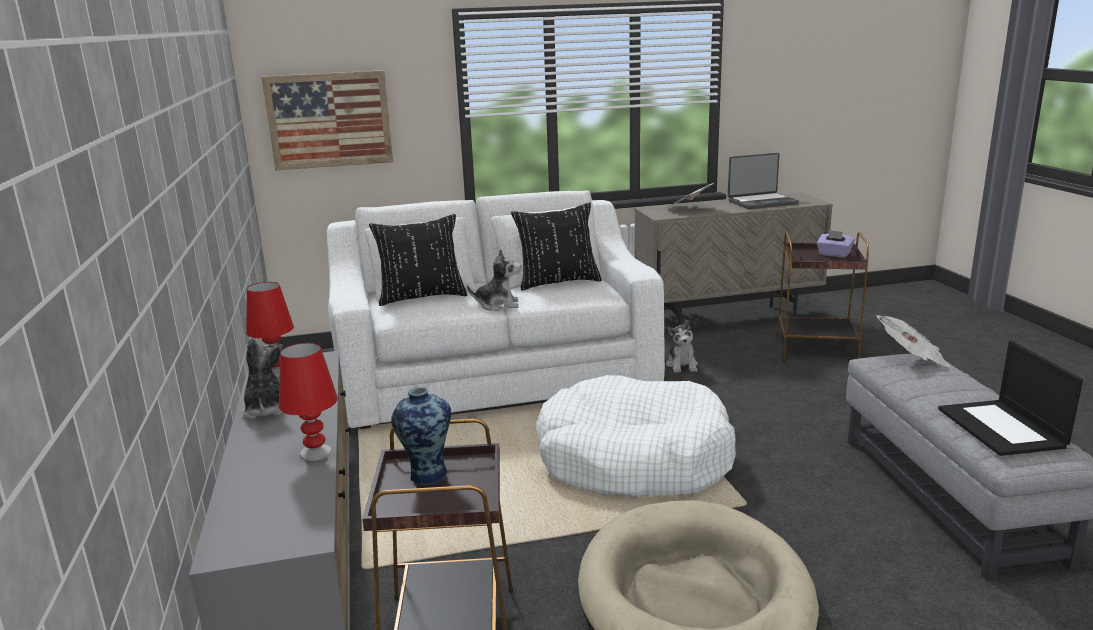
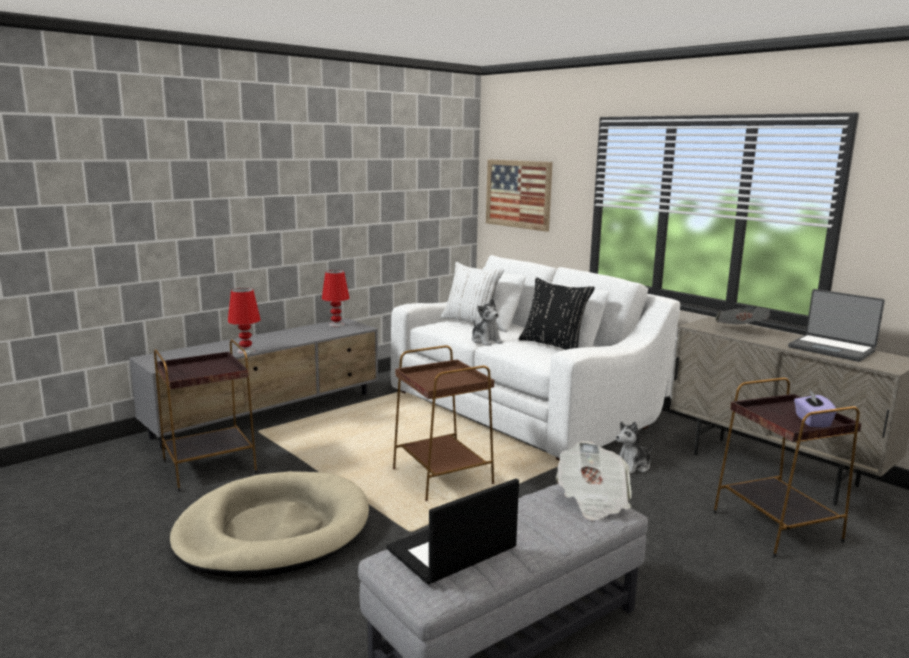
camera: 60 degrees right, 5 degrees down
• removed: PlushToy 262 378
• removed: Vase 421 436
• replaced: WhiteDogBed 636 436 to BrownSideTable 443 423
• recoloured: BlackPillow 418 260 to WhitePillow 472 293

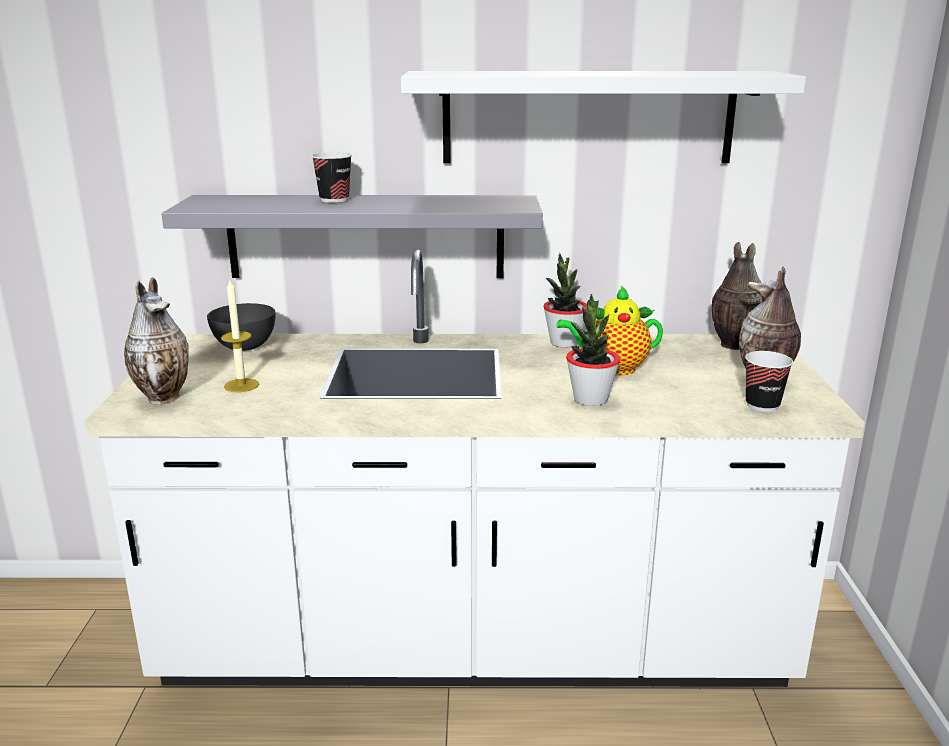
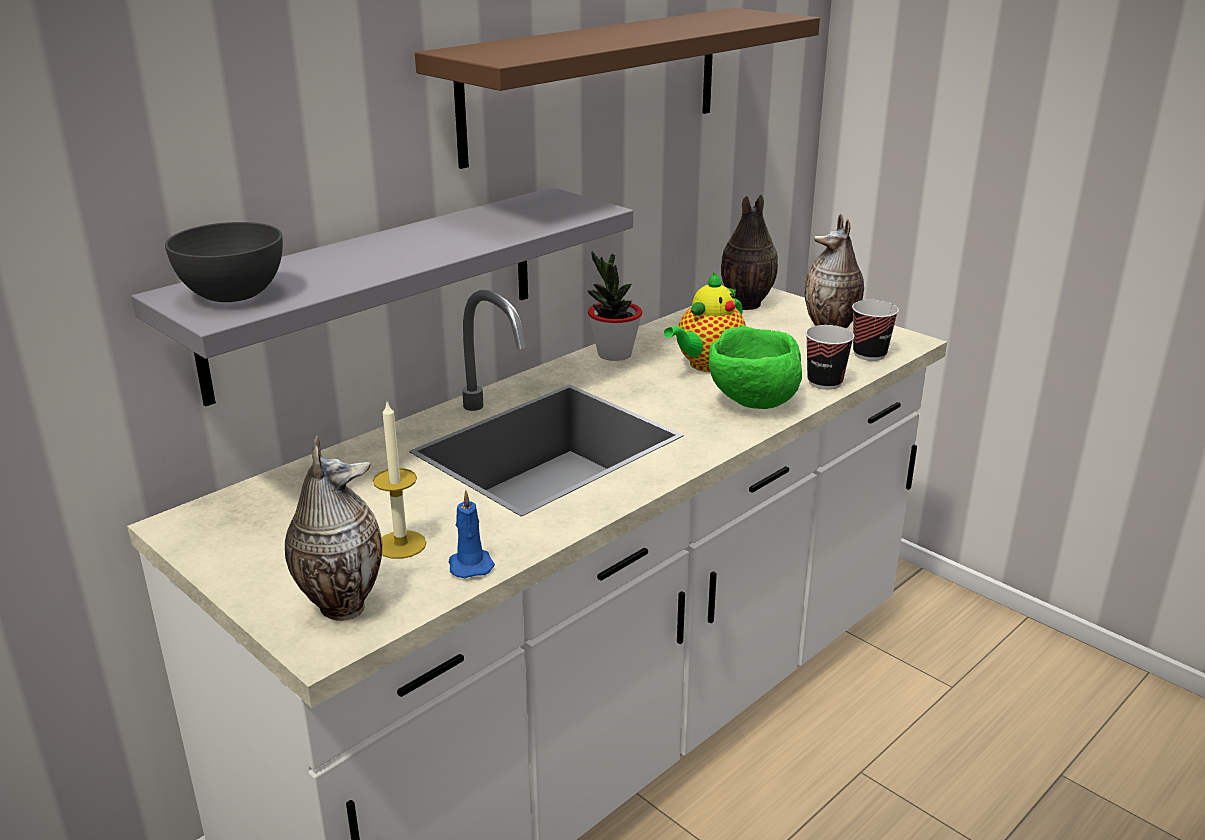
camera: 45 degrees left, 5 degrees up
• added: BlueCandle 472 534
• moved: GreyBowl 241 327 to 224 262
• moved: Cup 332 177 to 829 357
• replaced: PottedPlant 593 350 to GreenBowl 755 367
• recoloured: WhiteShelf 603 117 to BrownShelf 617 88

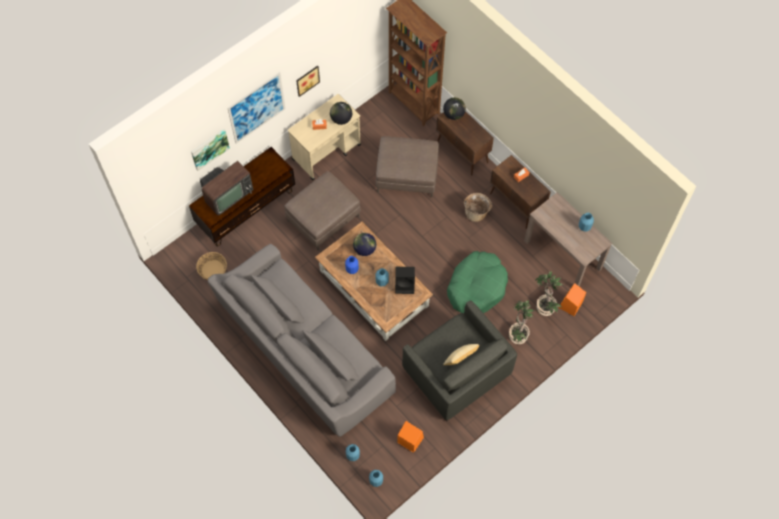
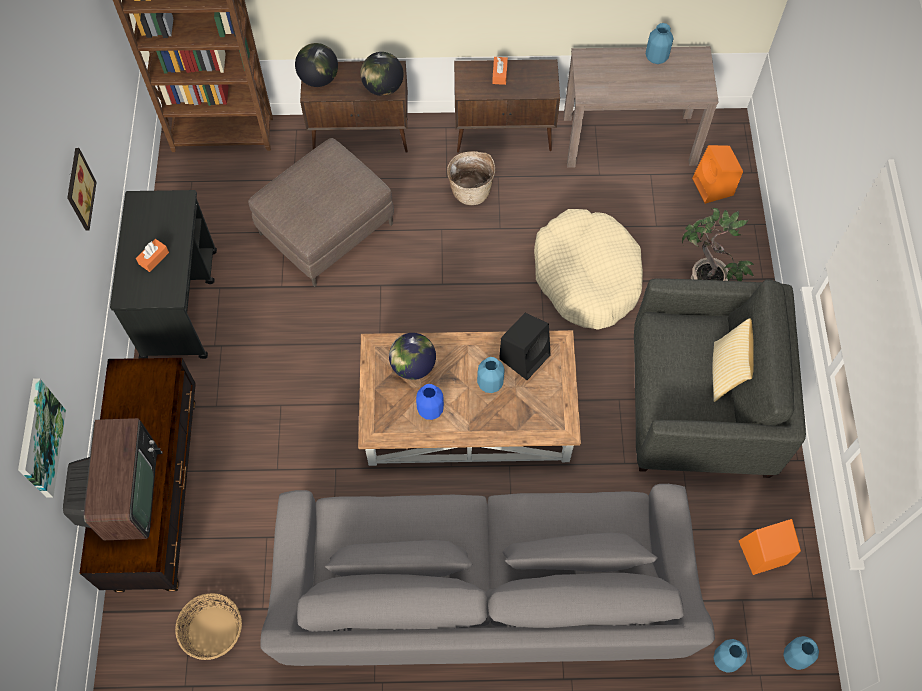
camera: 50 degrees left, 0 degrees up
• removed: Picture 257 108
• removed: BrownOttoman 322 211
• removed: PottedPlant 548 293
• moved: Globe 341 113 to 382 74
• recoloured: BeigeCart 324 137 to BlackCart 163 274
• recoloured: GreenDogBed 477 282 to BeigeDogBed 588 269

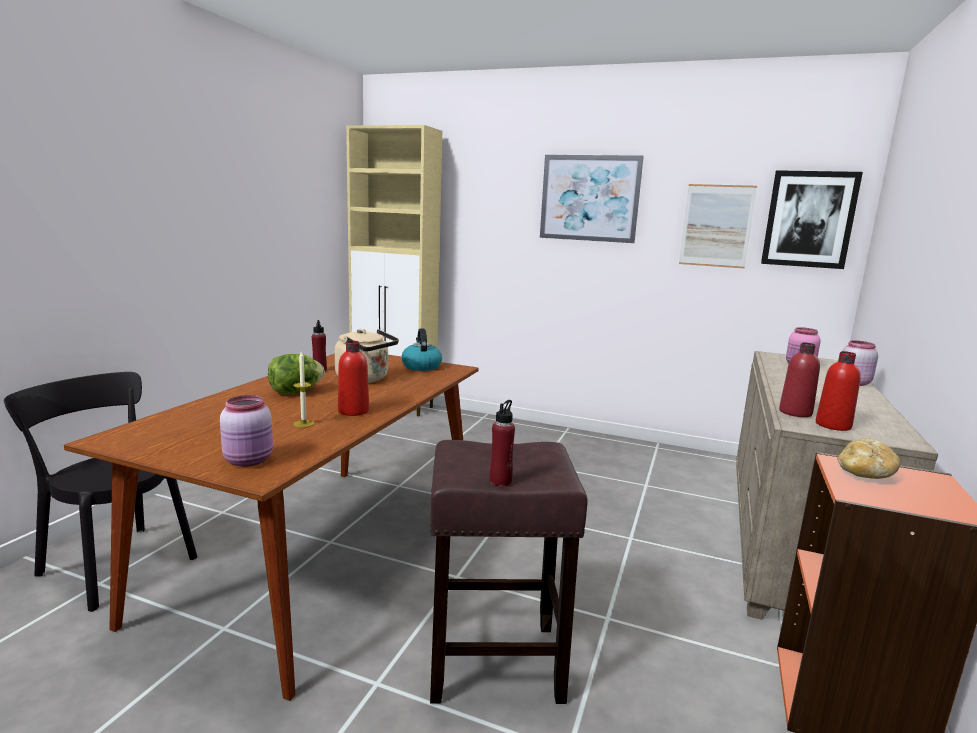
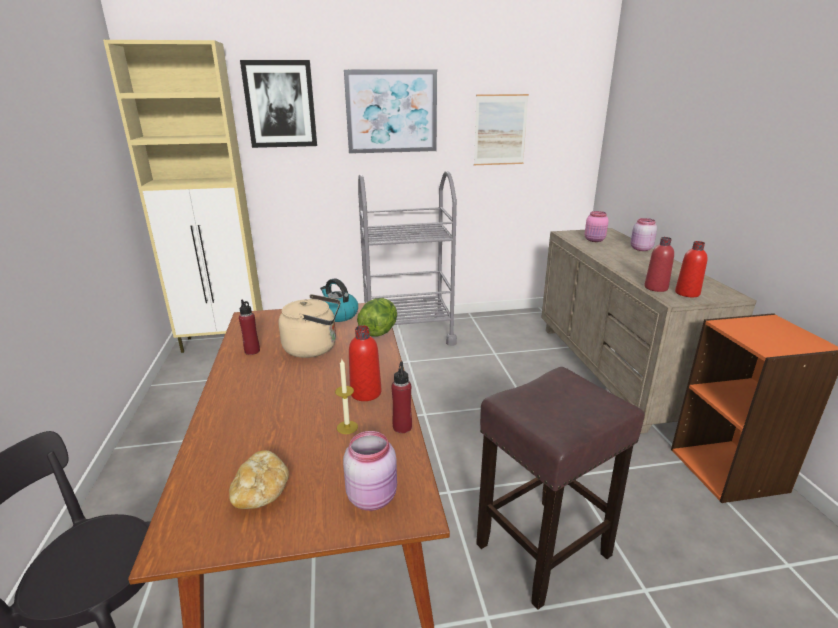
camera: 30 degrees left, 10 degrees up
• added: GreyCart 407 258
• moved: Lettuce 296 374 to 377 317
• moved: RedBottle 502 443 to 401 397
• moved: Picture 812 219 to 278 104
• moved: Bread 868 458 to 259 479

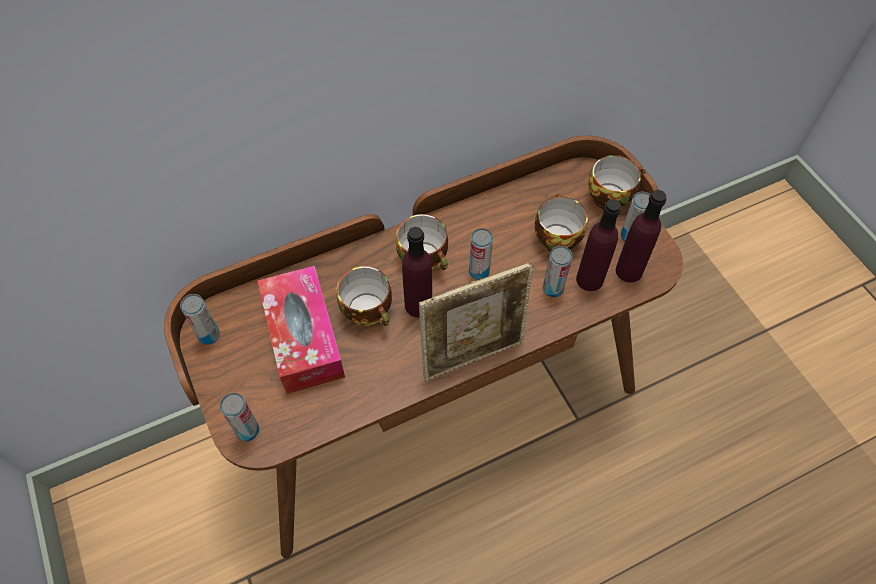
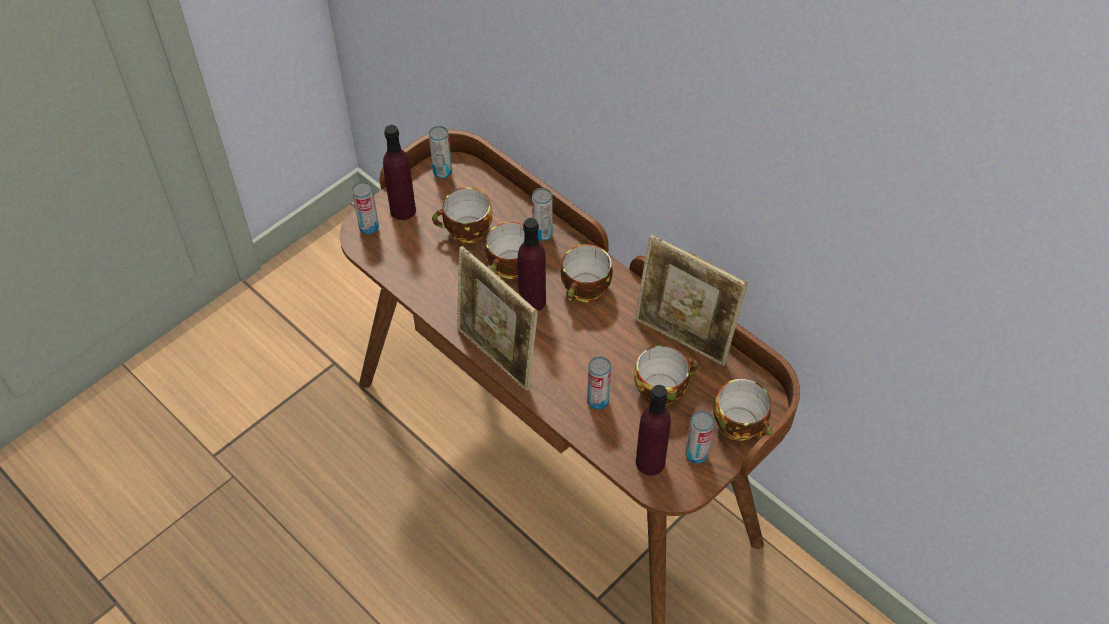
camera: 70 degrees right, 5 degrees down
• added: PictureFrame 691 300
• moved: Can 481 254 to 542 214
• moved: PurpleBottle 598 245 to 399 172
• replaced: TissueBox 301 330 to Cup 462 215

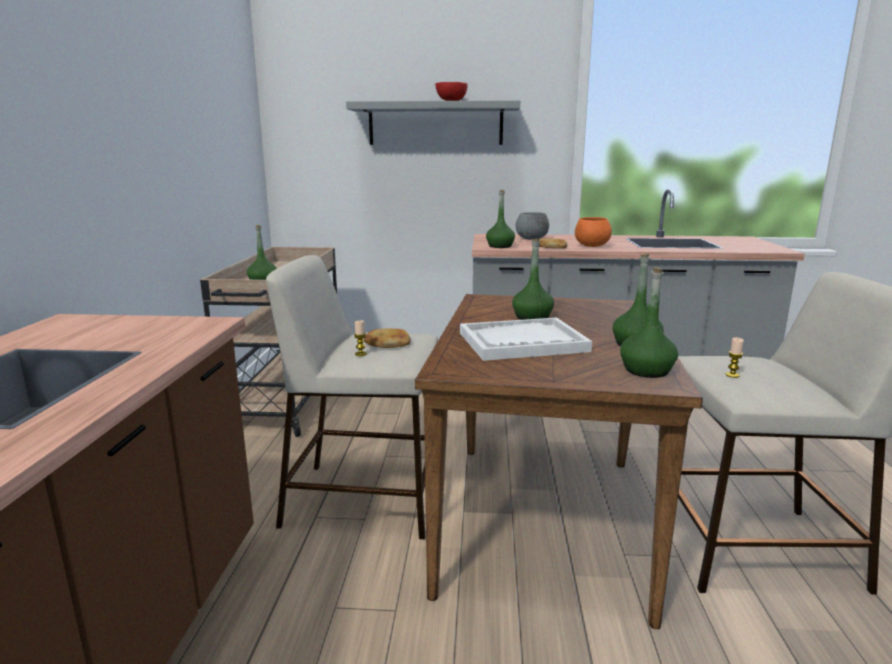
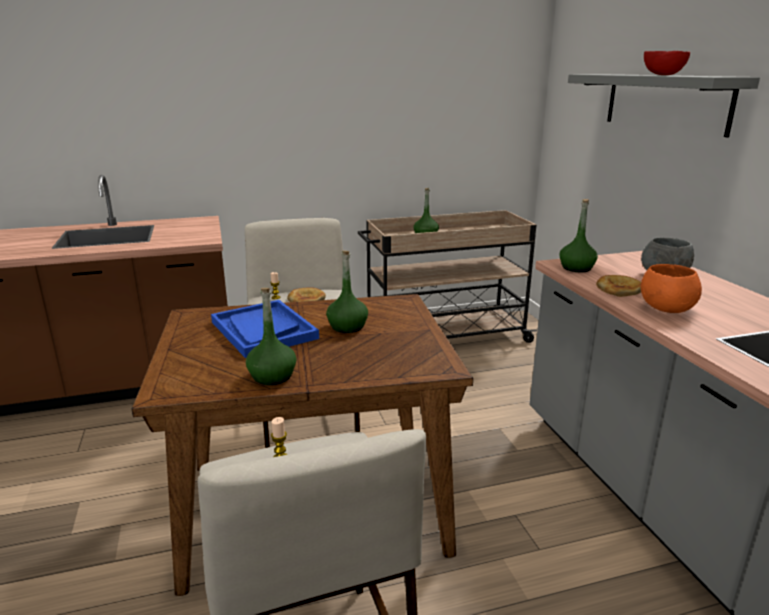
camera: 70 degrees right, 5 degrees up
• removed: GreenBottle 649 322
• recoloured: WhiteTray 526 339 to BlueTray 265 329

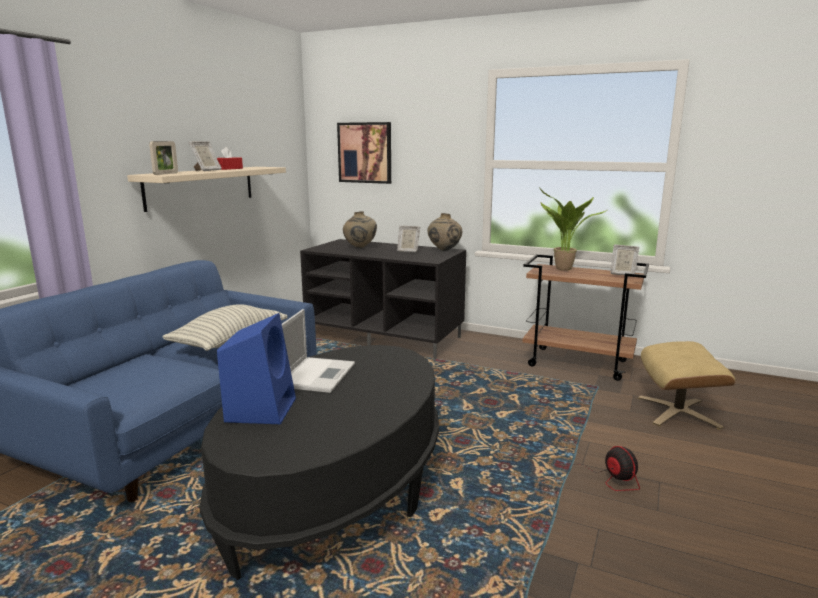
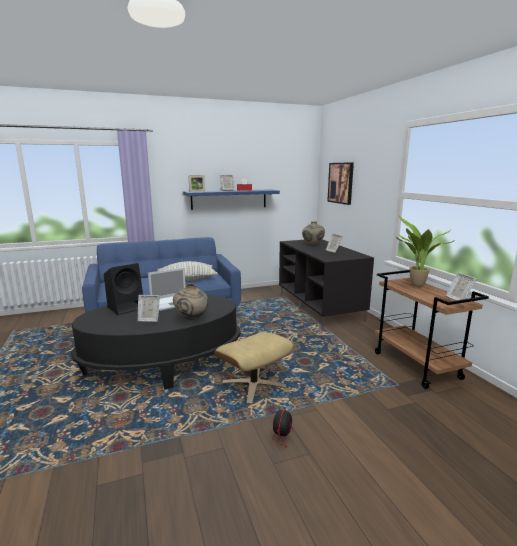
camera: 45 degrees right, 0 degrees up
• added: PictureFrame 149 308
• moved: BeigeVase 444 232 to 190 301
• moved: BeigeOttoman 686 385 to 253 367
• recoloured: BeigeShelf 206 189 to BlueShelf 231 200
• recoloured: BlueSpeaker 256 368 to BlackSpeaker 123 289

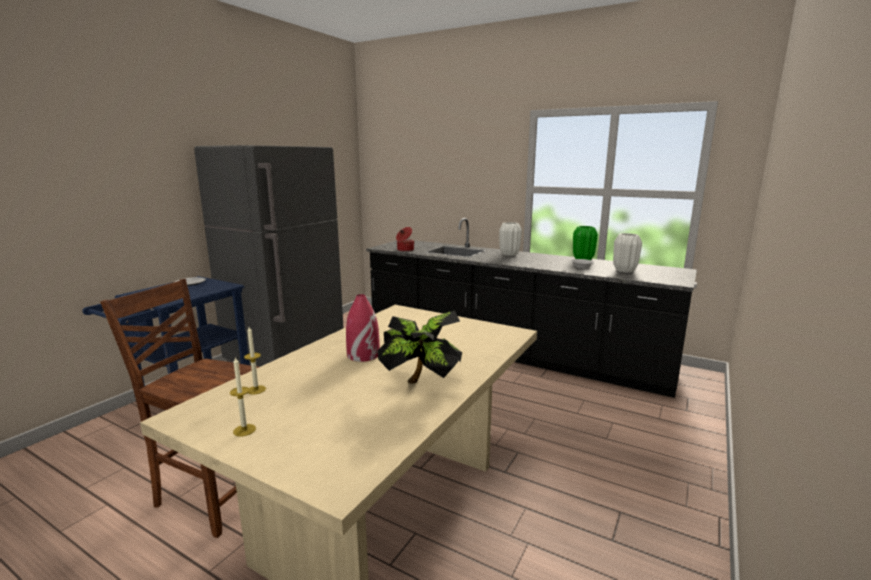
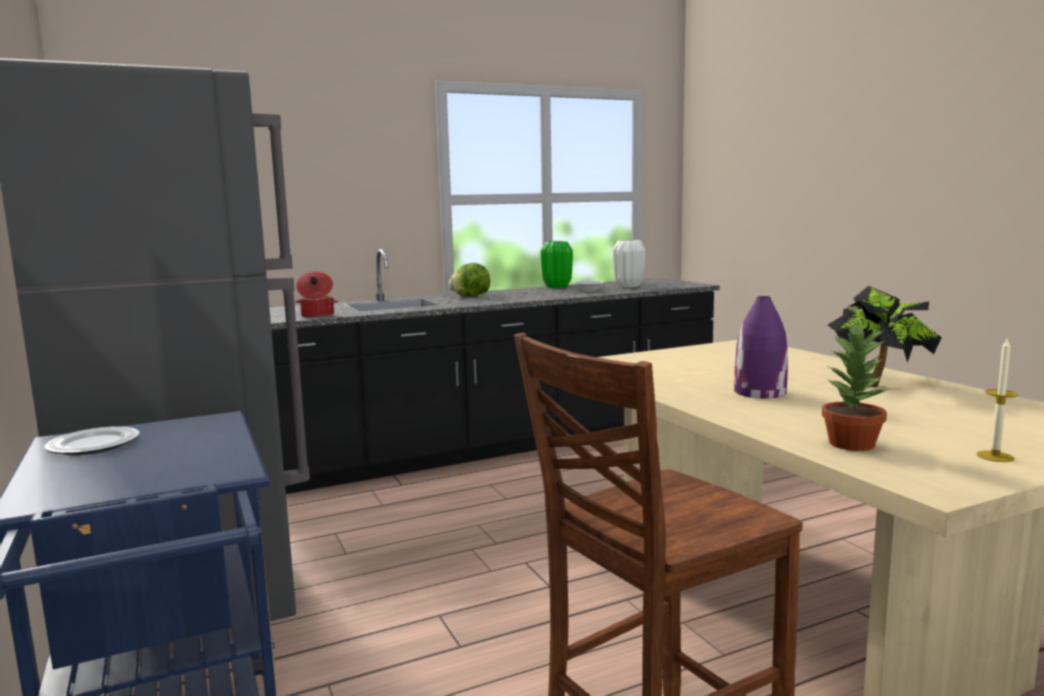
camera: 55 degrees left, 5 degrees down
• replaced: Candle 255 361 to PottedPlant 855 386
• replaced: WhiteVase 510 239 to Lettuce 469 279
• recoloured: RedVase 363 328 to PurpleVase 761 347

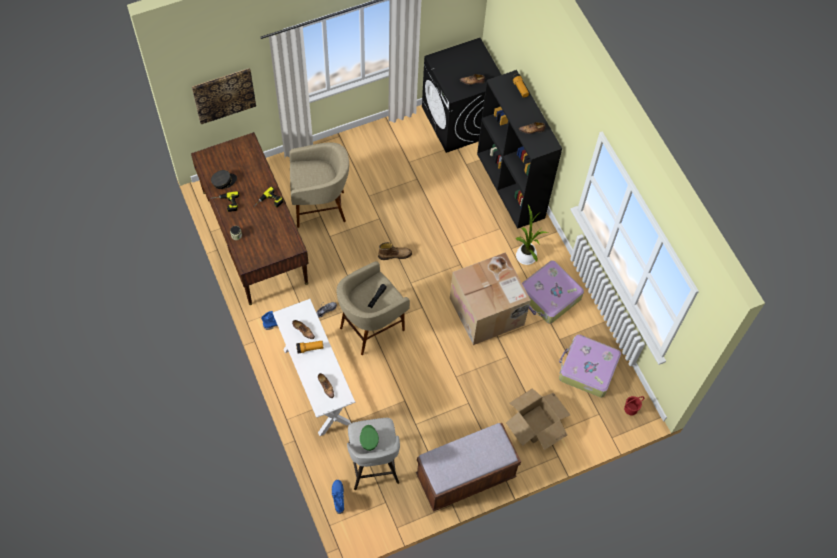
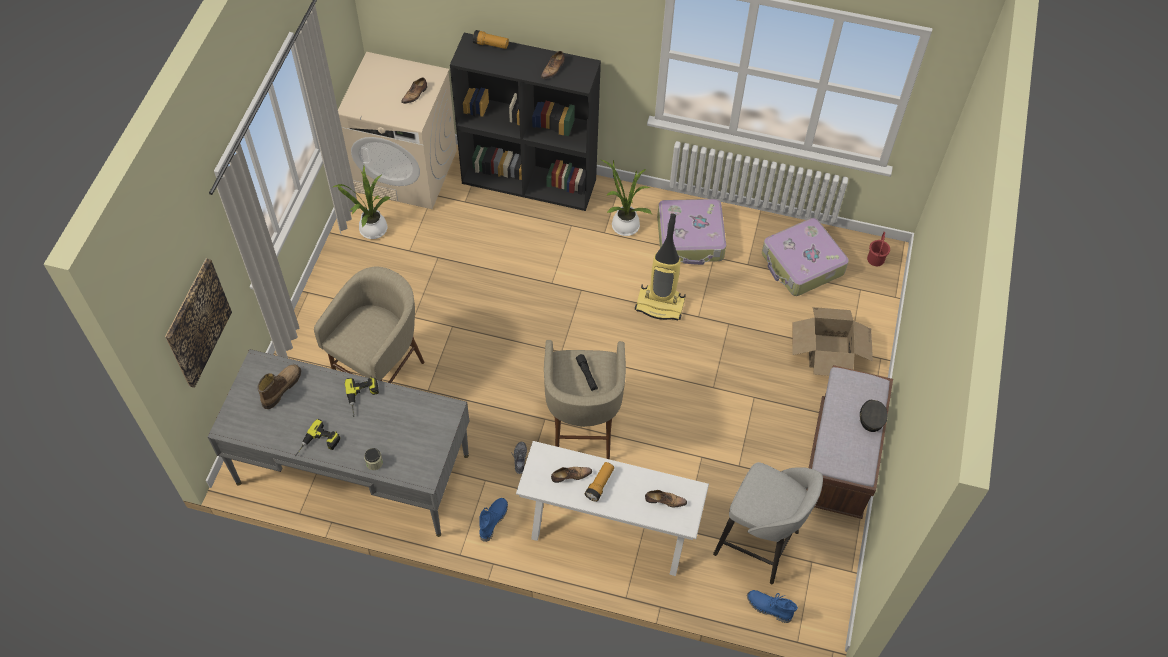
camera: 50 degrees left, 5 degrees down
• removed: GreenCap 369 438
• added: PottedPlant 361 202
• moved: GreyCap 224 179 to 874 416
• moved: Boot 395 251 to 279 386
• replaced: CardboardBox 490 298 to VacuumCleaner 660 266
• recoloured: BrownDesk 250 218 to GreyDesk 338 443
• recoloured: BlackWashingMachine 461 95 to BeigeWashingMachine 397 130

